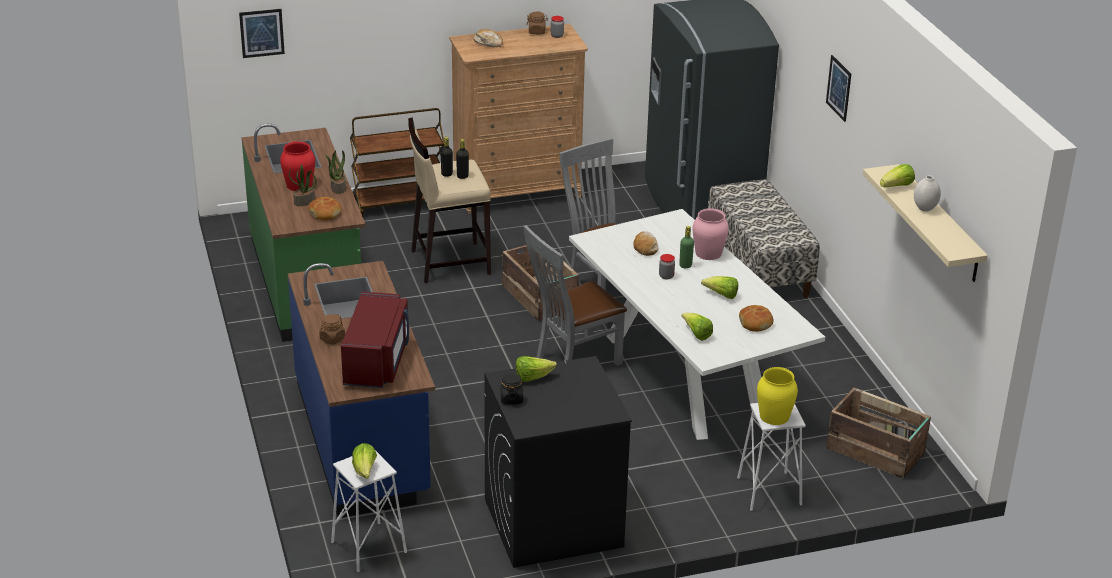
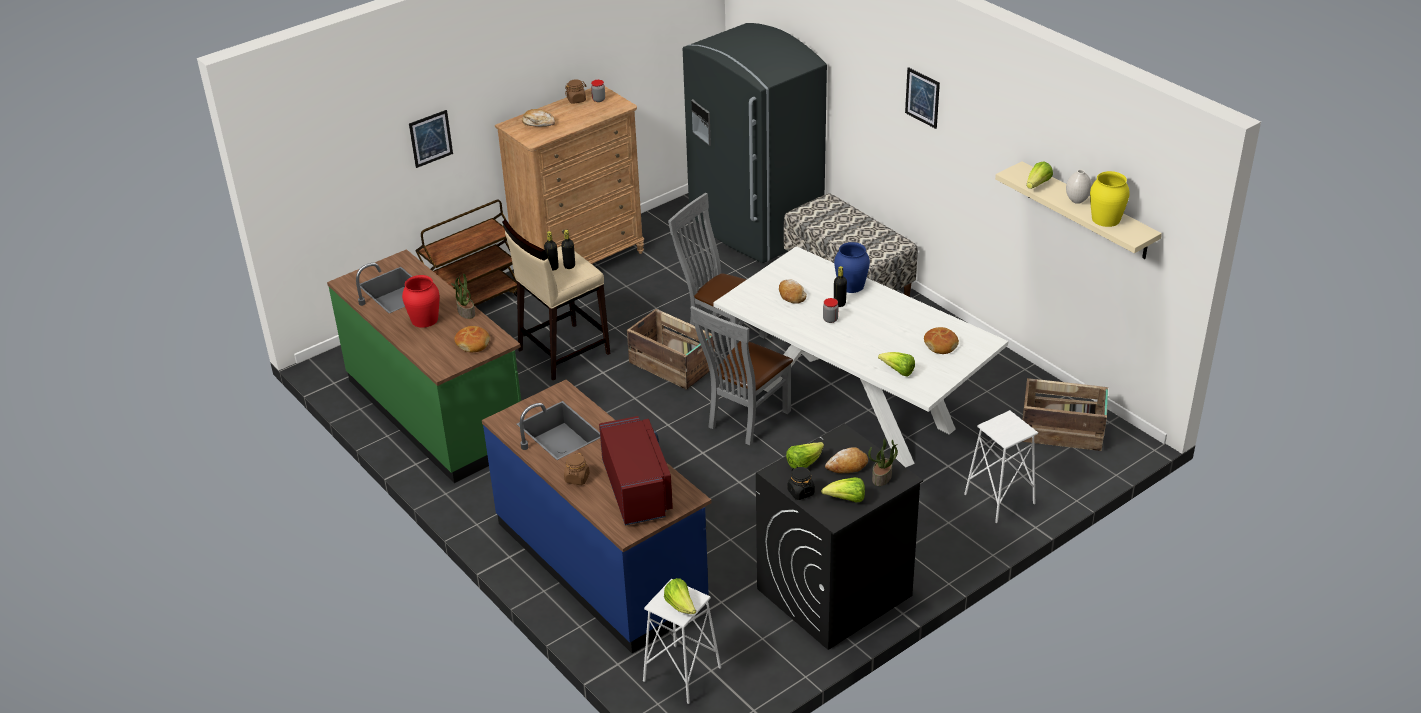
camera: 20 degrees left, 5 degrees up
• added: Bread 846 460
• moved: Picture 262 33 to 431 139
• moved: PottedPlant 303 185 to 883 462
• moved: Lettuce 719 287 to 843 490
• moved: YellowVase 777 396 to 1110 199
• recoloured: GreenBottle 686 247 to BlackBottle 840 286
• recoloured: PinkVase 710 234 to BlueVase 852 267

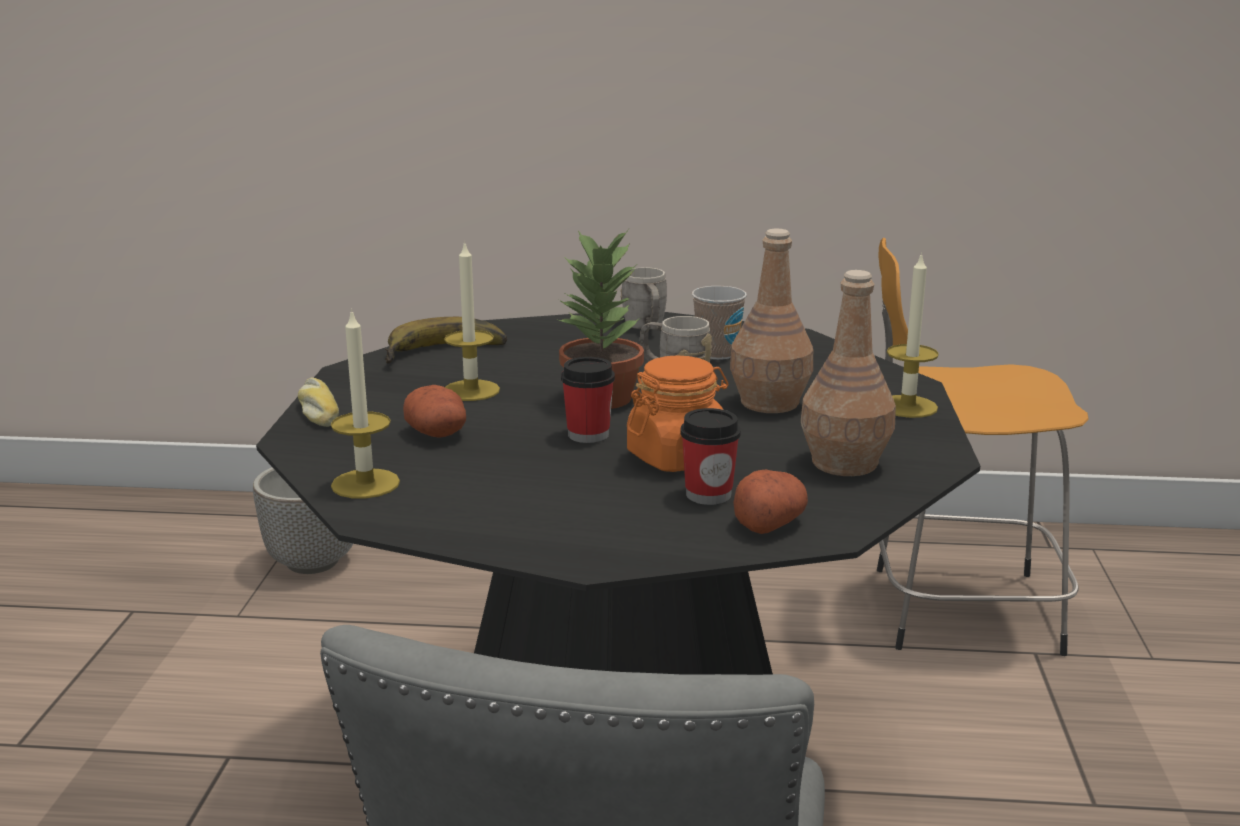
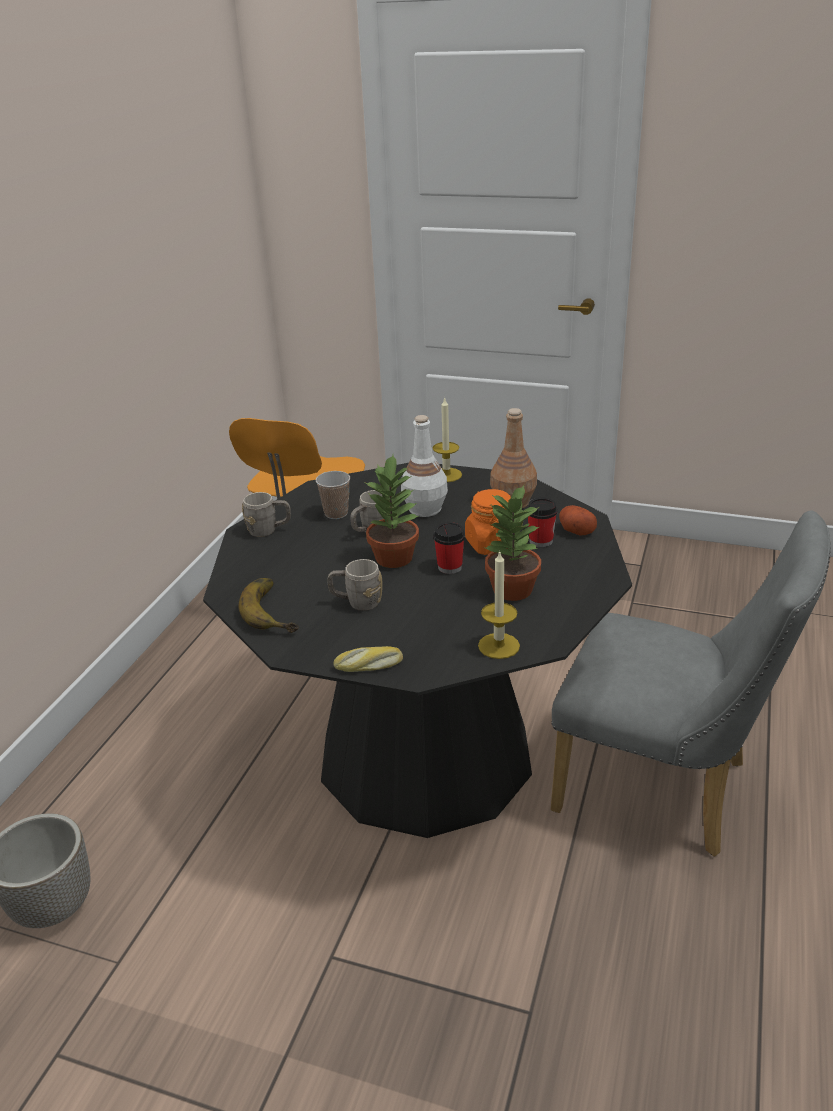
camera: 75 degrees left, 10 degrees up
• removed: Potato 434 411
• added: PottedPlant 512 543
• replaced: Candle 472 320 to GreyMug 355 585
• recoloured: BrownBottle 771 321 to WhiteBottle 424 466

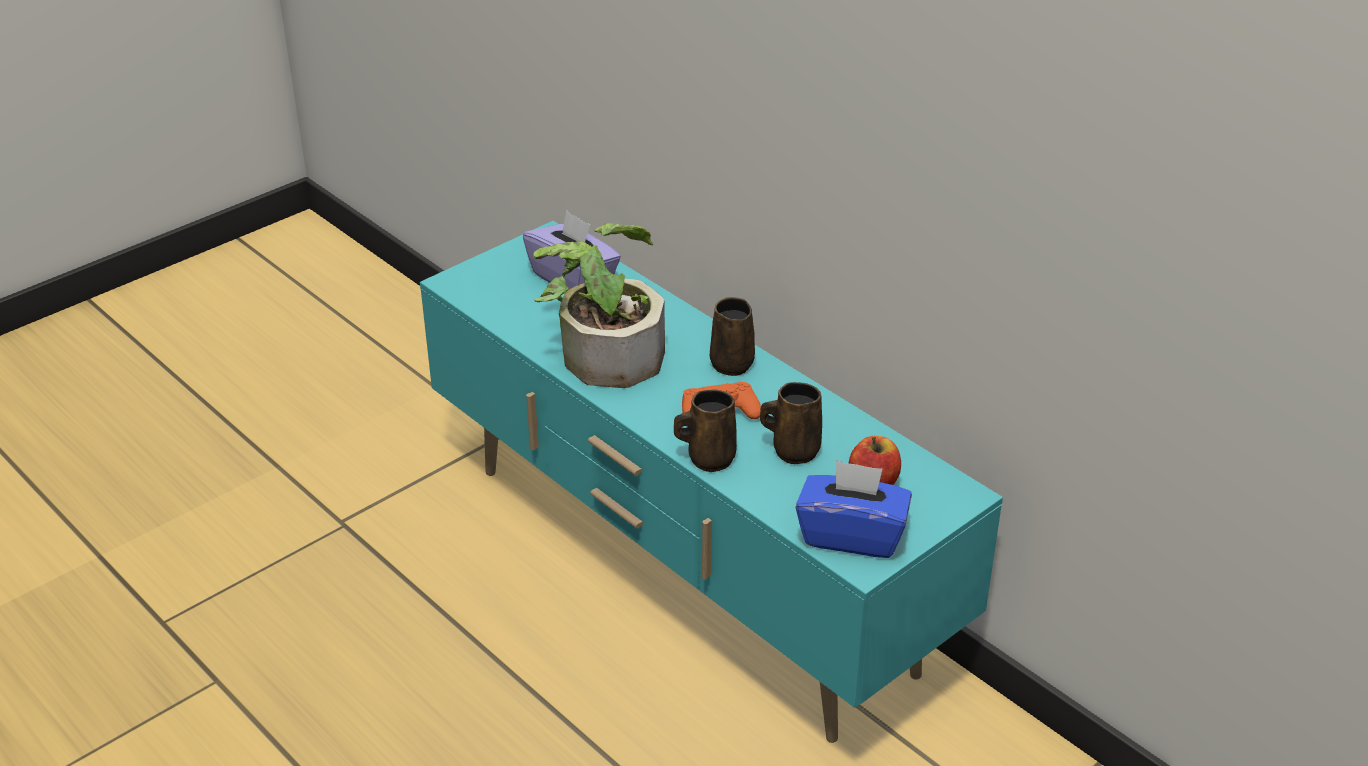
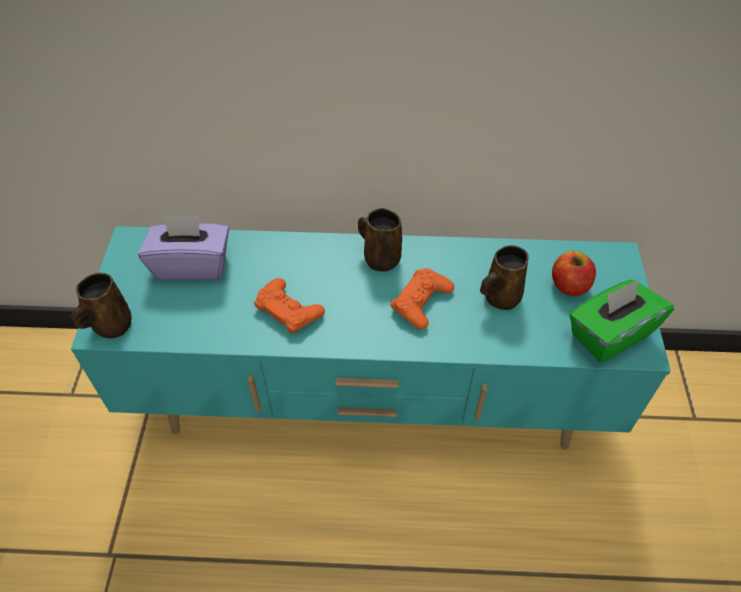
camera: 45 degrees left, 15 degrees up
• moved: BrownMug 705 430 to 101 305
• replaced: PottedPlant 599 305 to OrangeGameController 289 306
• recoloured: BlueTissueBox 854 509 to GreenTissueBox 621 321

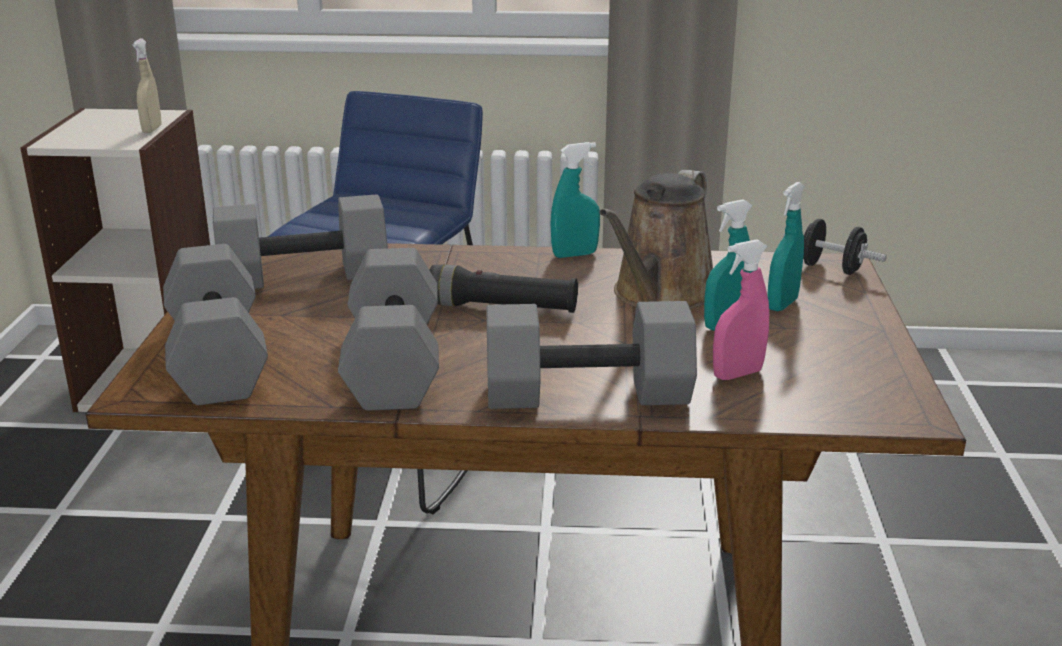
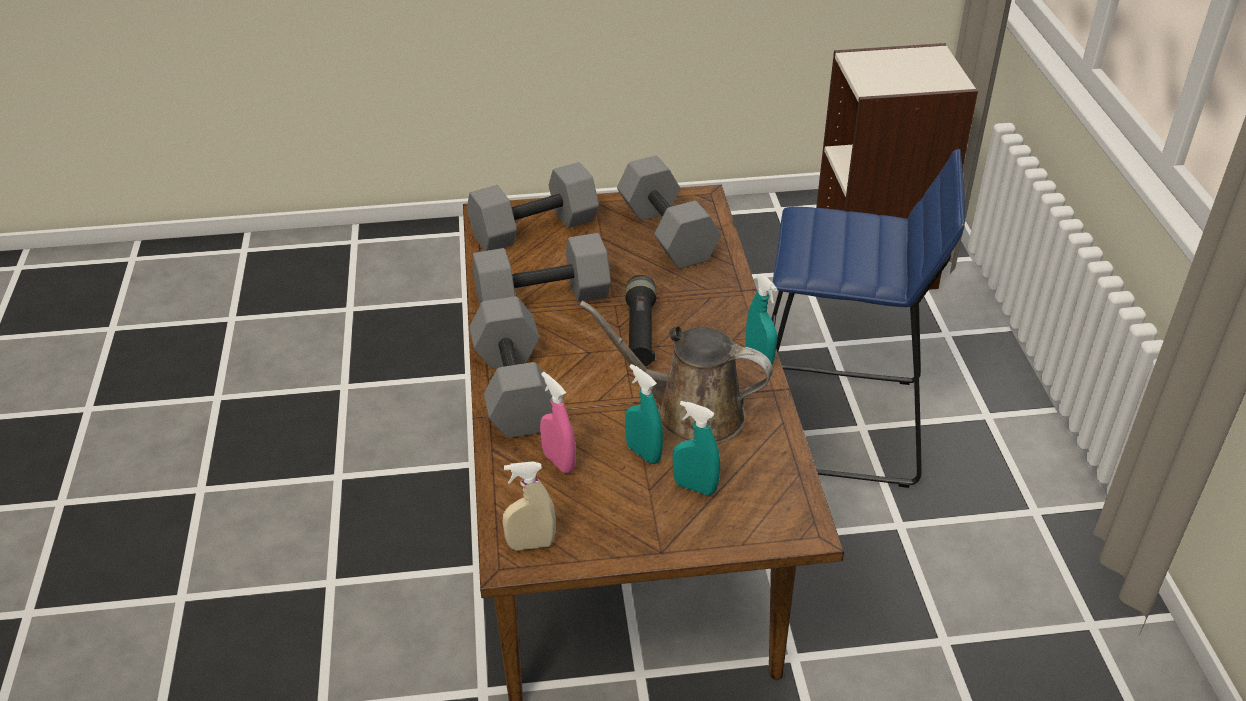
camera: 80 degrees right, 15 degrees up
• removed: BlackDumbbell 835 247
• moved: BeigeSprayBottle 147 86 to 529 505

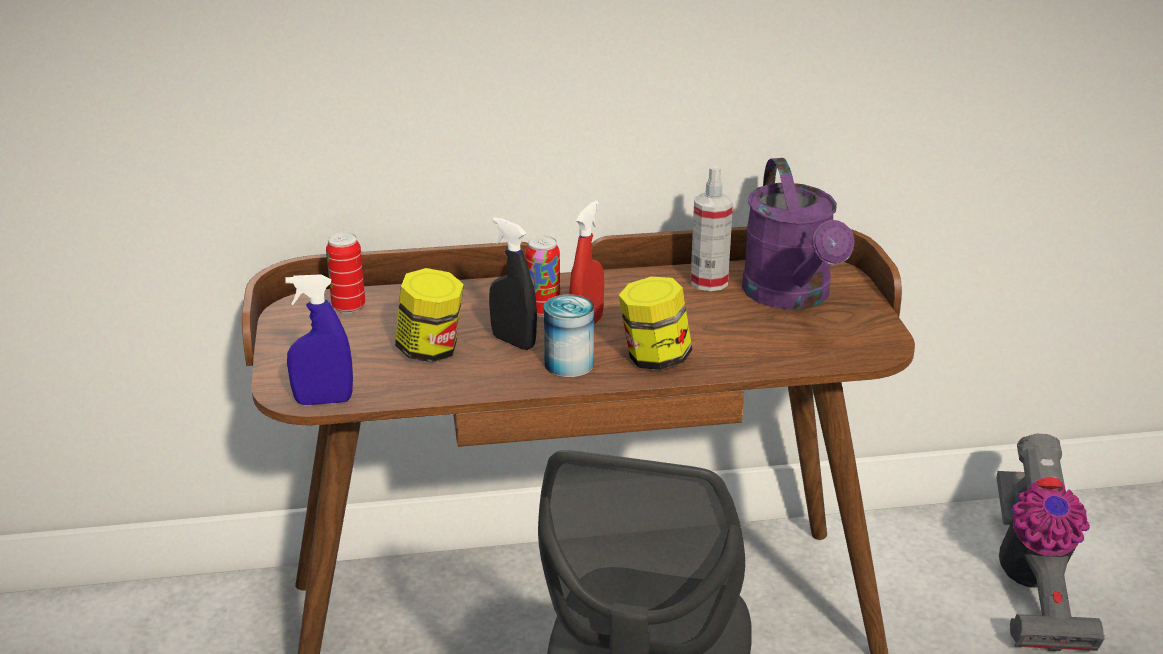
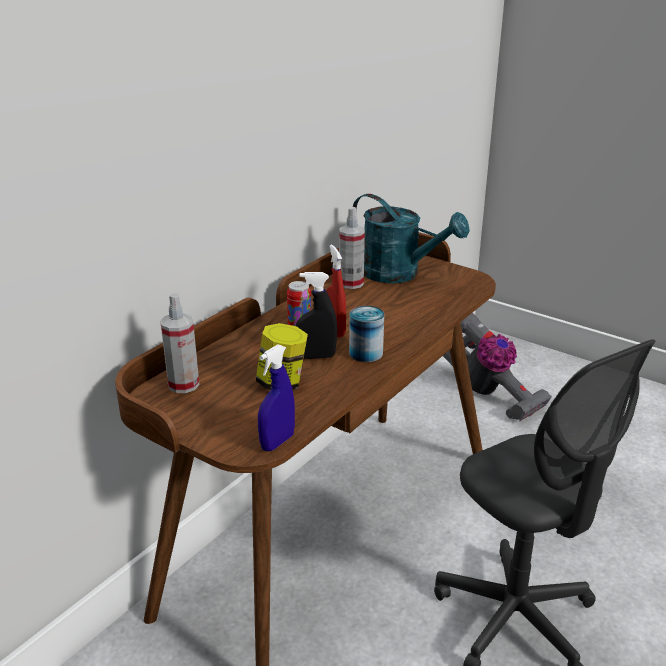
camera: 45 degrees left, 0 degrees up
• removed: Jar 655 323
• replaced: Can 345 272 to SprayBottle 179 343
• recoloured: PurpleWateringCan 798 234 to TurquoiseWateringCan 411 238

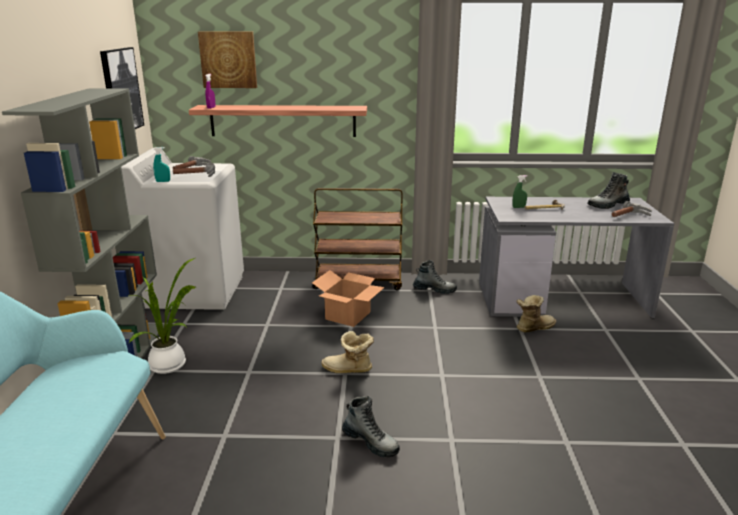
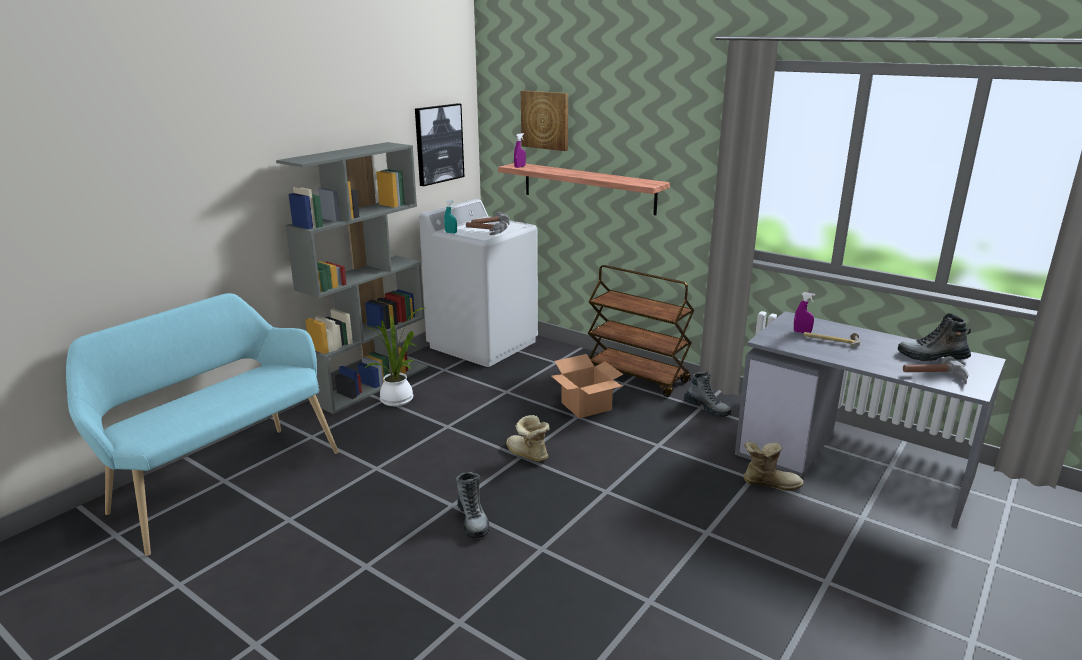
camera: 35 degrees right, 0 degrees up
• recoloured: GreenSprayBottle 520 191 to PurpleSprayBottle 804 312

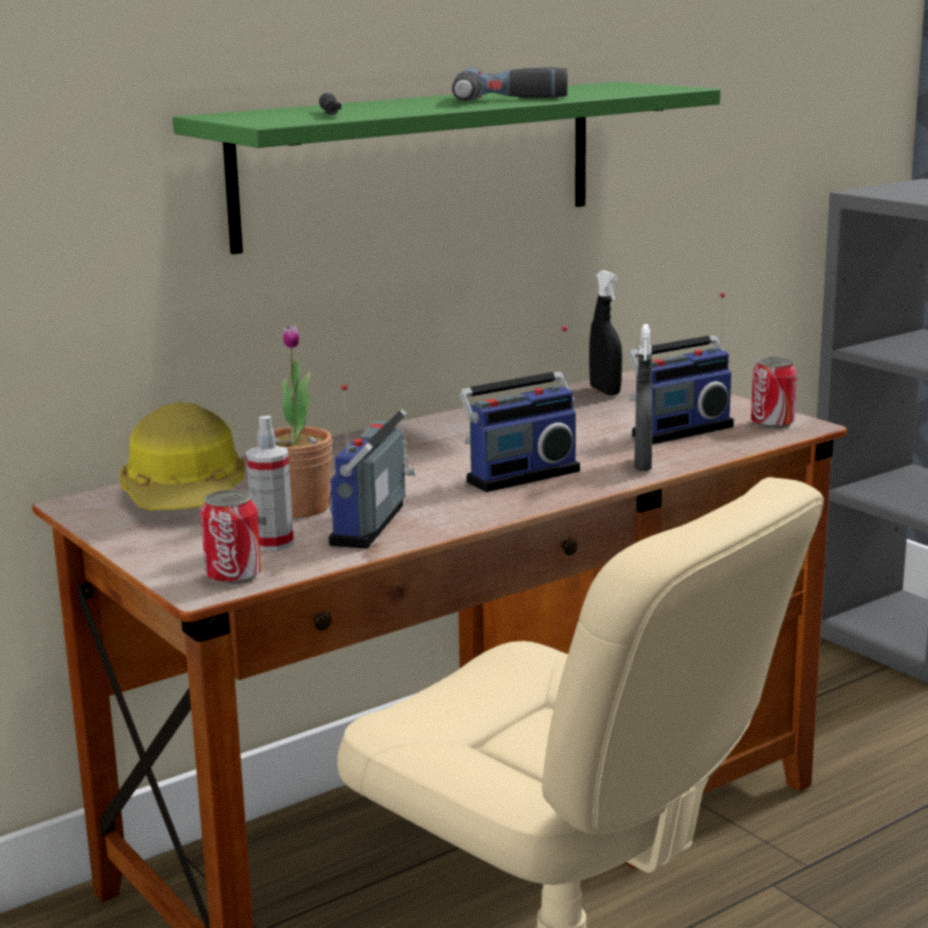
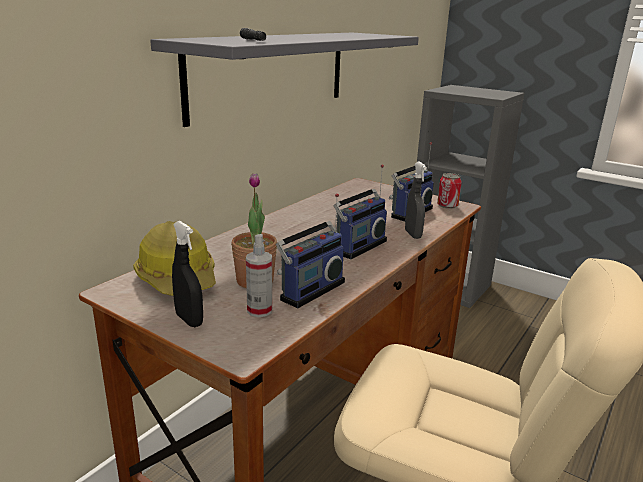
camera: 20 degrees left, 5 degrees up
• removed: Can 231 537
• removed: PowerDrill 510 84
• moved: BlackSprayBottle 605 332 to 187 274
• recoloured: GreenShelf 446 168 to GreyShelf 284 80
• turned: Radio 372 466 = 310 251 135 degrees counterclockwise

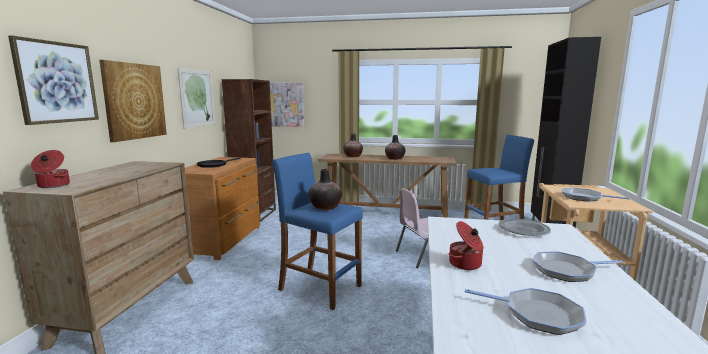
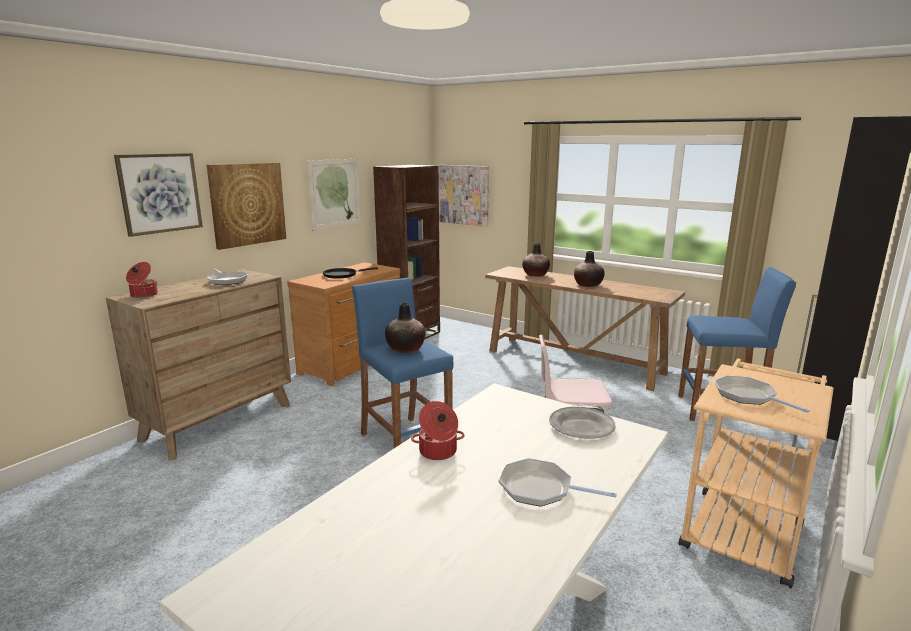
camera: 25 degrees right, 5 degrees up
• moved: FryingPan 525 311 to 227 277

